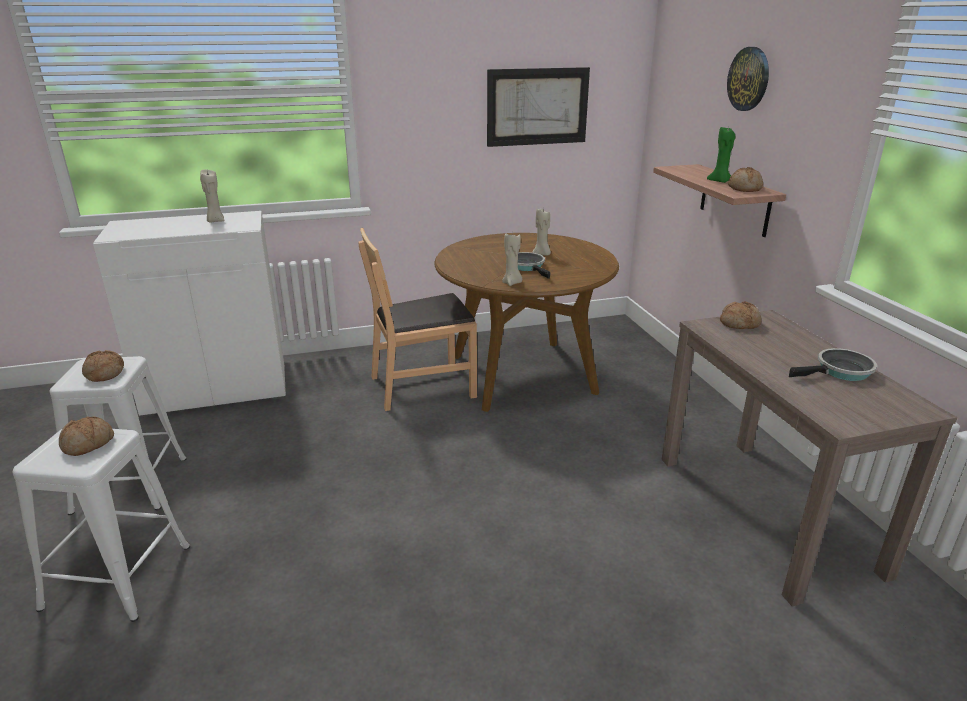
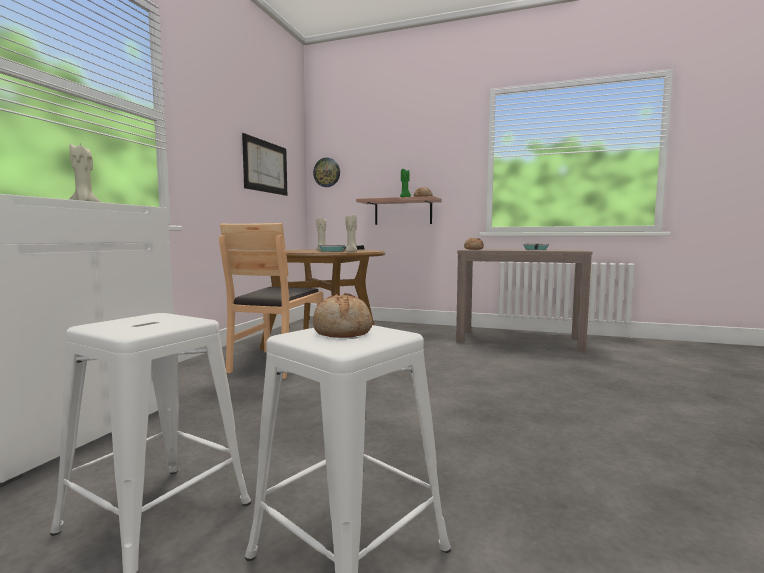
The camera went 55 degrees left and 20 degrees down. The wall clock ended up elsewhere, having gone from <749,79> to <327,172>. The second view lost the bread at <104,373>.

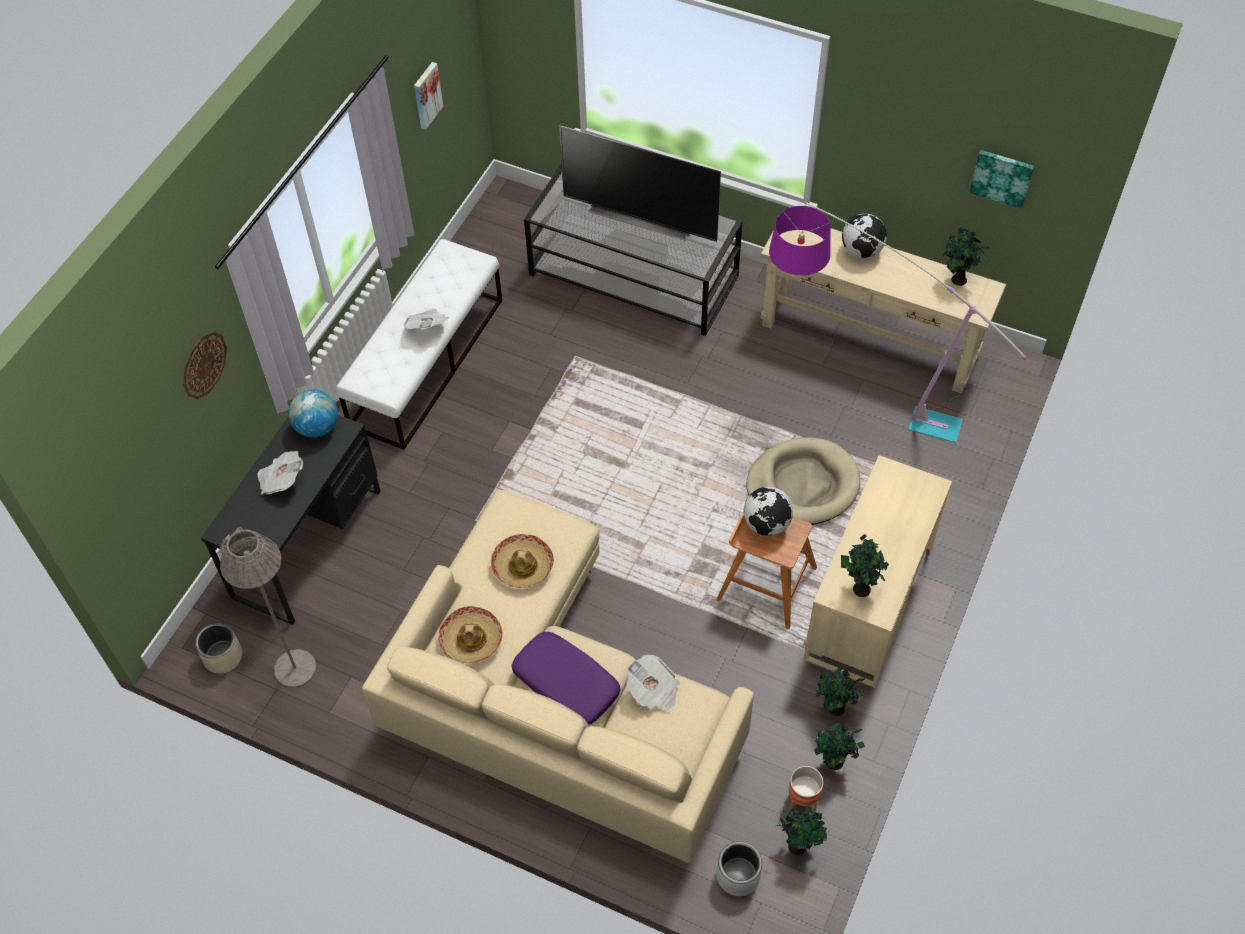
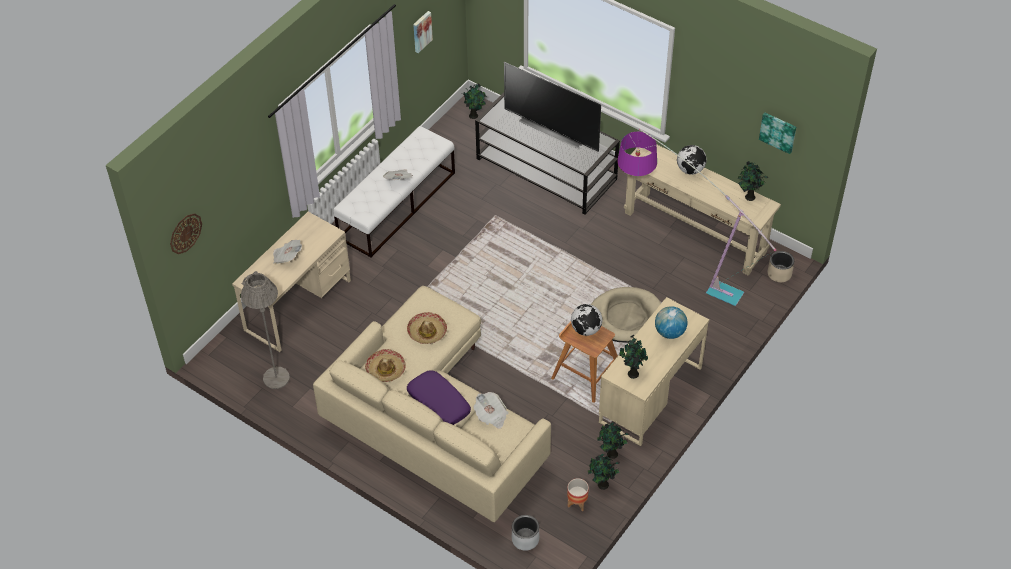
The camera went 10 degrees right and 5 degrees down. The wall clock ended up elsewhere, having gone from <203,365> to <185,233>. What was the blackish desk at <308,543> turned into the beige desk at <298,305>. The plant in a pot ended up elsewhere, having gone from <798,845> to <474,115>. The world globe ended up elsewhere, having gone from <317,427> to <669,332>. The beige plant pot ended up elsewhere, having gone from <223,656> to <779,274>.

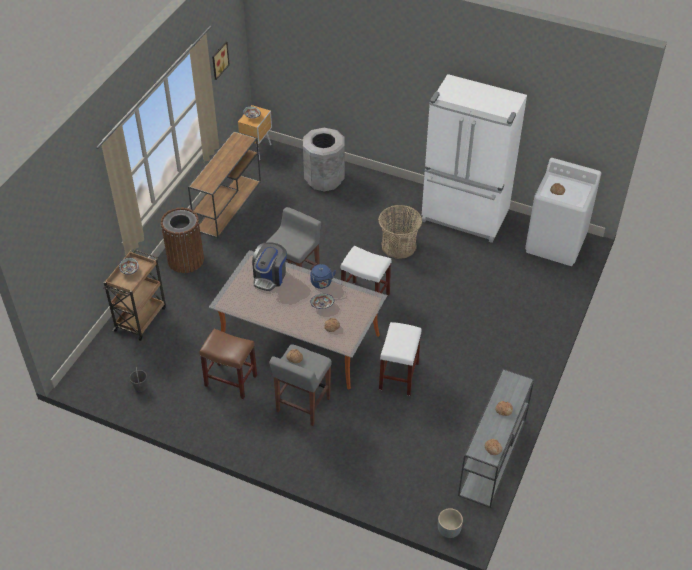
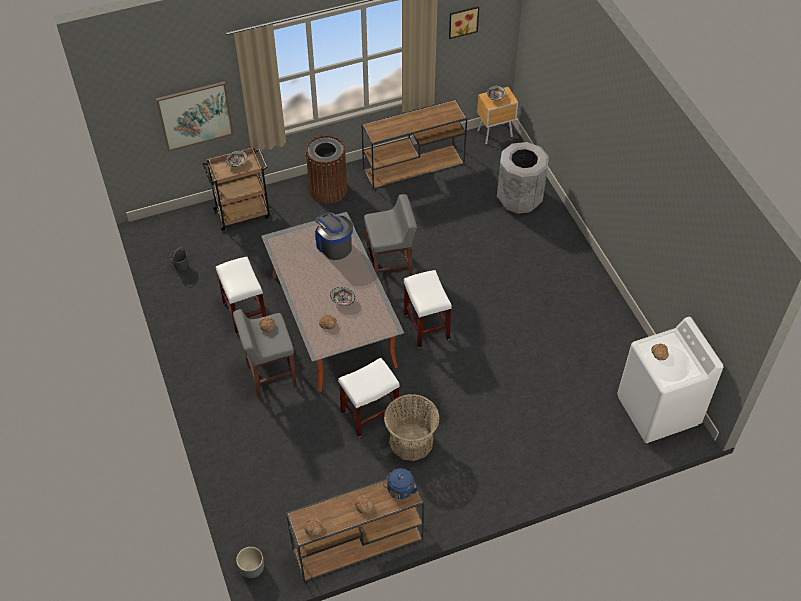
The camera went 45 degrees right and 5 degrees up. The second view gained the picture at <195,115>. What was the brown stool seat at <230,381> turned into the white stool seat at <244,312>. What was the greyish narrow table at <492,458> turned into the brown narrow table at <356,545>. The coffee machine at <270,277> ended up facing another way, 75 degrees clockwise from before. The blue-coloured tea kettle ended up elsewhere, having gone from <322,283> to <400,490>. The household basket ended up elsewhere, having gone from <399,246> to <411,441>. The second view lost the white fridge at <464,217>.

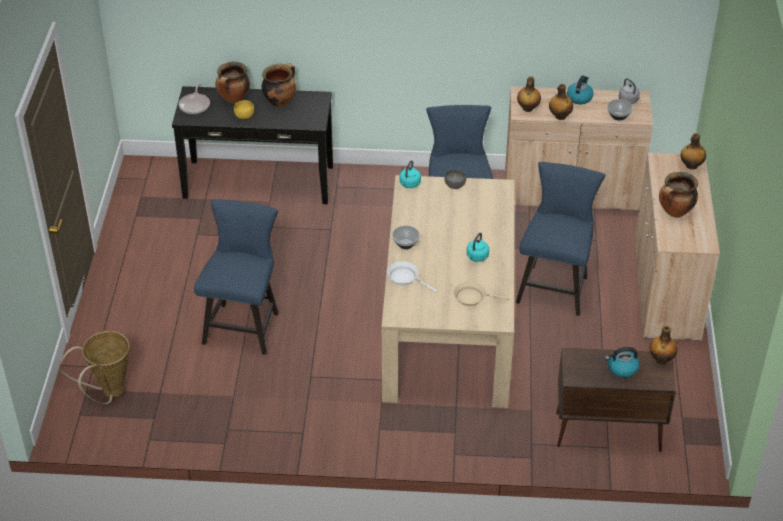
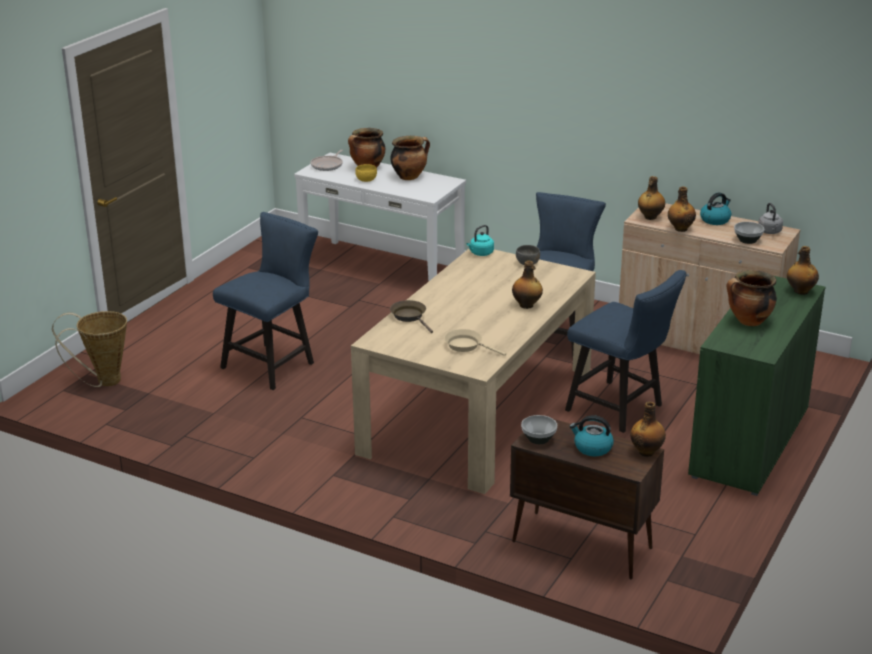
The camera went 25 degrees right and 15 degrees down. What was the blackish narrow table at <258,181> turned into the white narrow table at <382,268>. What was the white frying pan at <405,278> turned into the brown frying pan at <410,317>. The second view gained the beverage bottle at <526,305>. The deep dish ended up elsewhere, having gone from <406,244> to <539,439>. The blue-coloured chair at <554,286> ended up facing another way, 90 degrees clockwise from before. What was the beige cupboard at <666,289> turned into the green cupboard at <749,442>. The second view lost the blue-green tea kettle at <476,257>.

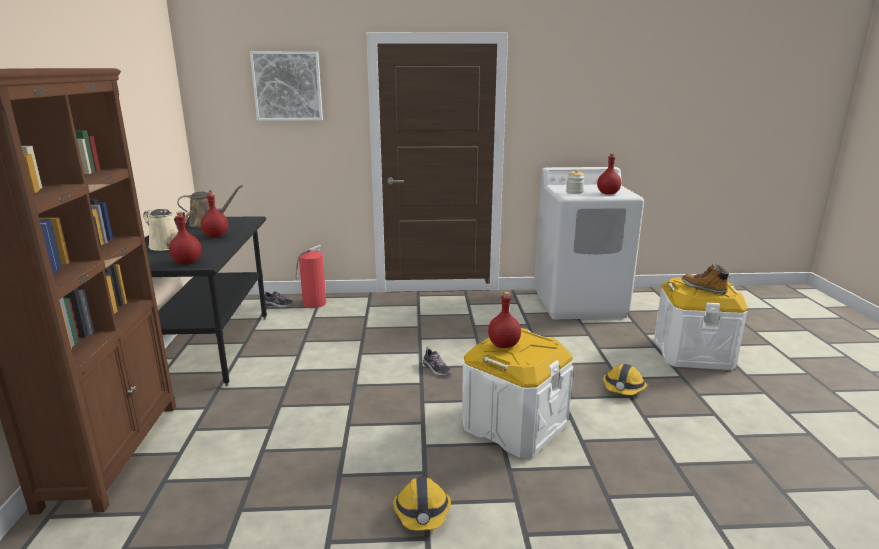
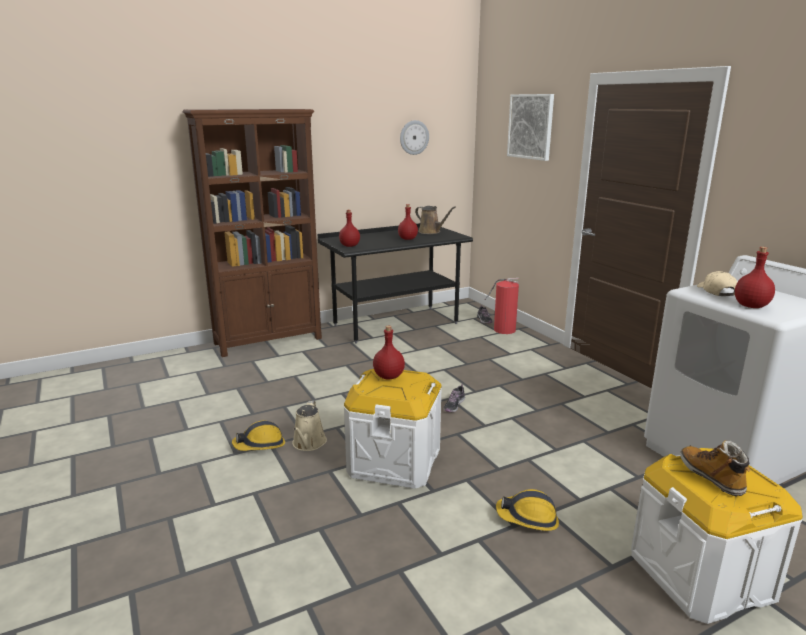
The camera went 65 degrees right and 0 degrees up. The beige watering can ended up elsewhere, having gone from <168,246> to <308,444>. The second view gained the wall clock at <414,137>. The high-top boot at <704,288> ended up facing another way, 45 degrees counterclockwise from before. Where the preserve jar stood at <574,192>, the beige peaked cap came to stand at <716,291>.

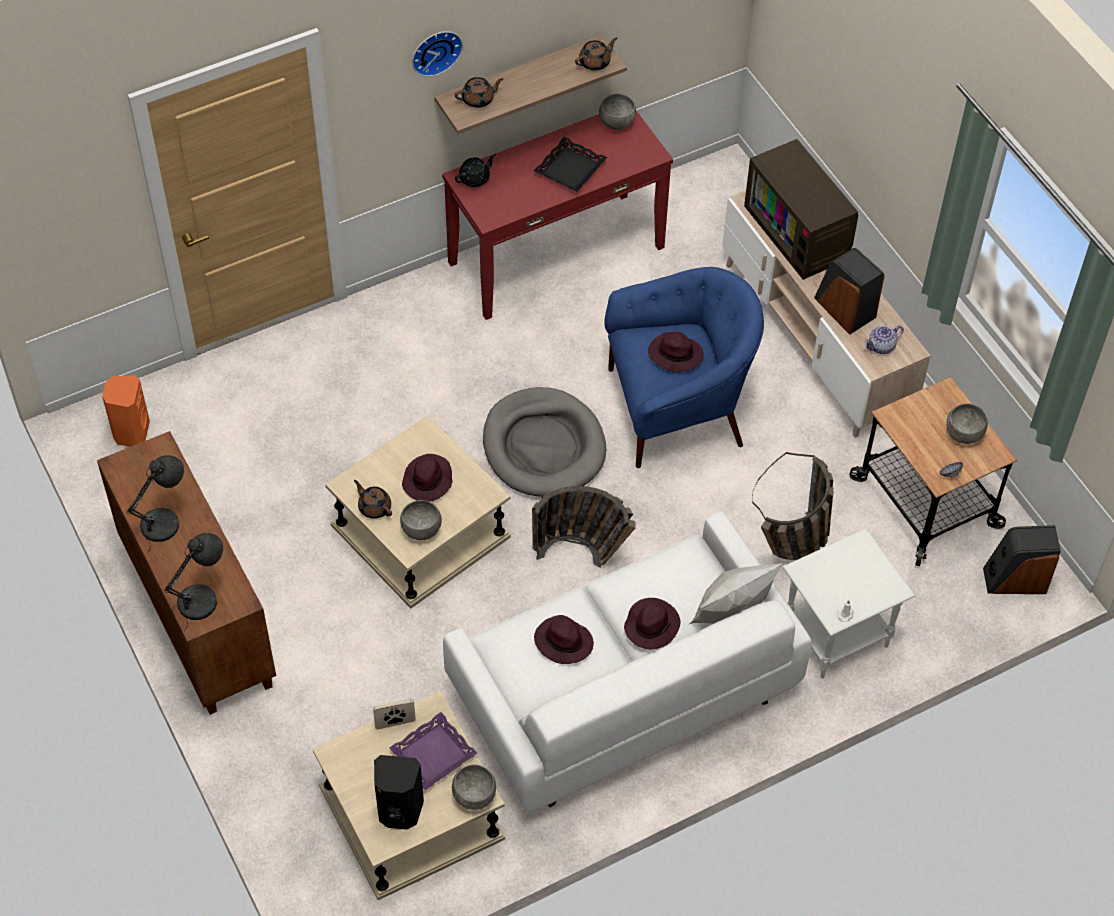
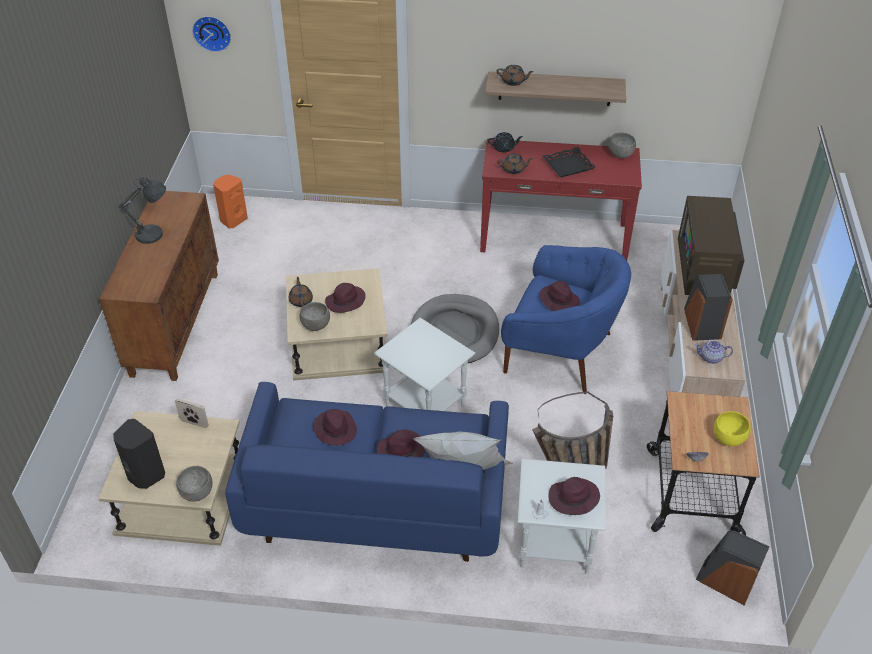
The camera went 35 degrees right and 10 degrees down. The wall clock ended up elsewhere, having gone from <435,51> to <212,32>. What was the white sofa at <622,693> turned into the blue-coloured sofa at <375,499>. Where the household basket stood at <584,556>, the white side table came to stand at <424,405>. The brown tea pot ended up elsewhere, having gone from <595,62> to <514,169>. The second view gained the purple hat at <573,498>. What was the greyish deep dish at <963,434> turned into the yellow deep dish at <728,438>. The second view lost the greyish tabletop lamp at <202,600>. The second view lost the purple serving tray at <433,754>.

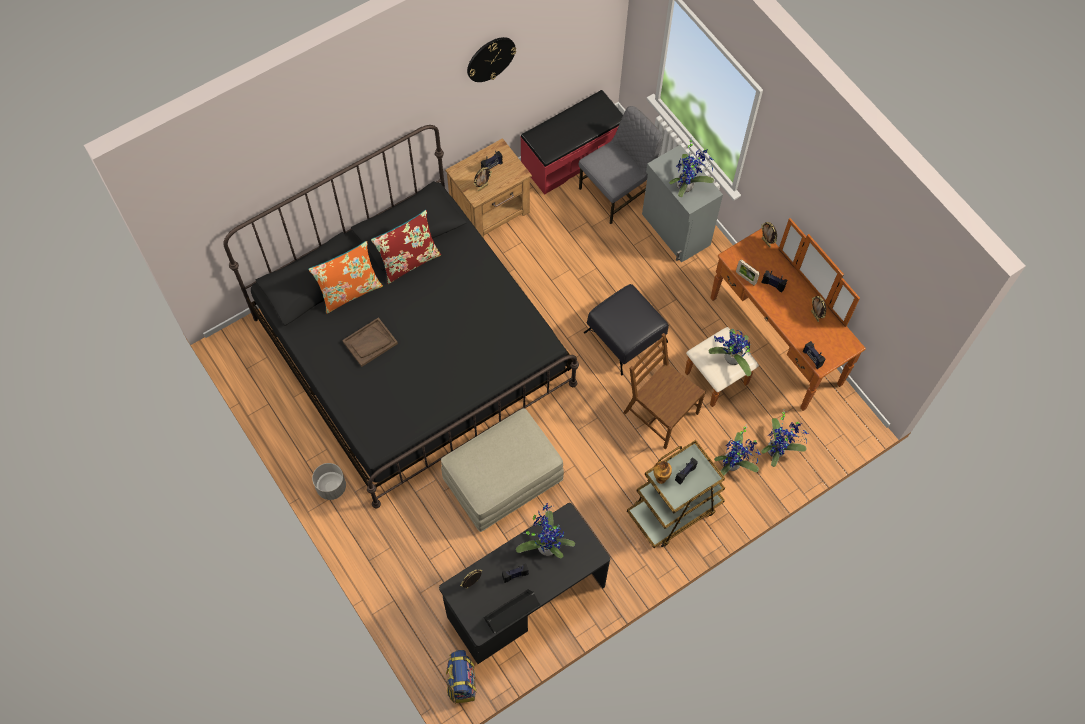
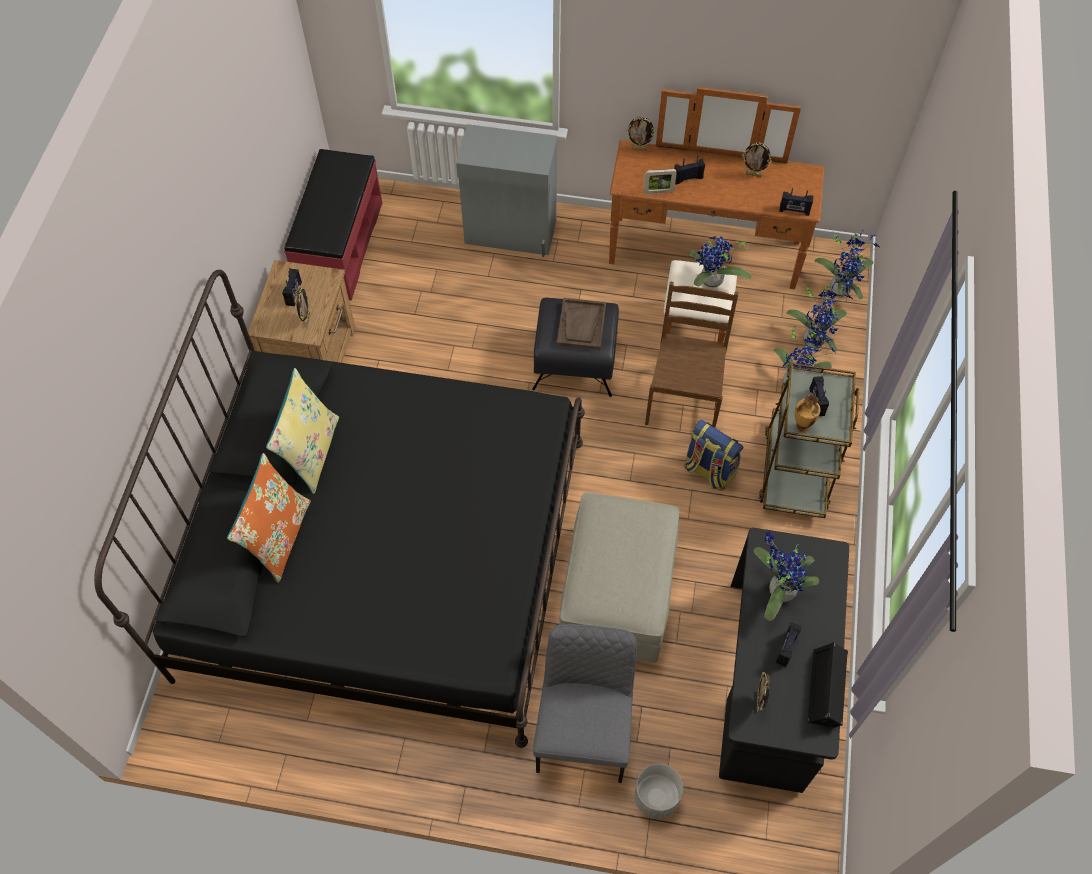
The camera went 45 degrees left and 5 degrees down. What was the red-coloured pillow at <409,261> turned into the yellow pillow at <311,452>. The greyish chair ended up elsewhere, having gone from <617,191> to <584,730>. The brown serving tray ended up elsewhere, having gone from <370,343> to <581,325>. The greyish plant pot ended up elsewhere, having gone from <331,487> to <656,798>. The brown chair at <659,413> ended up facing another way, 105 degrees clockwise from before. The backpack ended up elsewhere, having gone from <461,682> to <708,471>. The plant in a pot ended up elsewhere, having gone from <687,186> to <841,287>. The second view lost the wall clock at <490,59>.

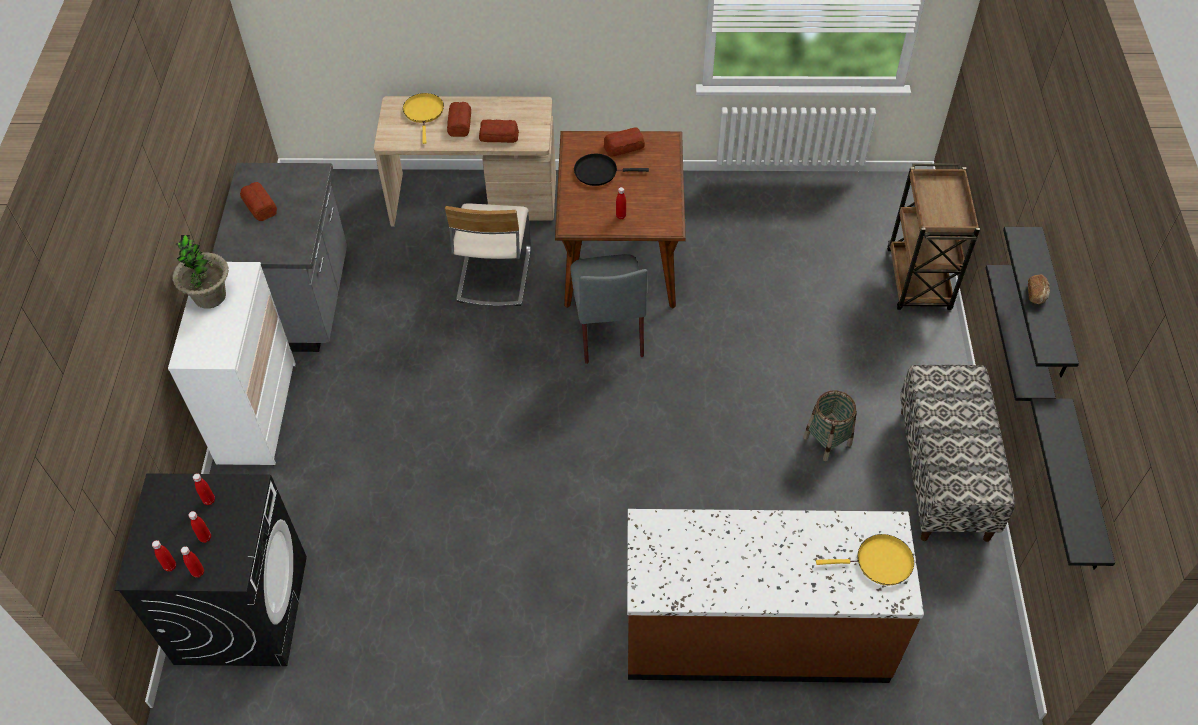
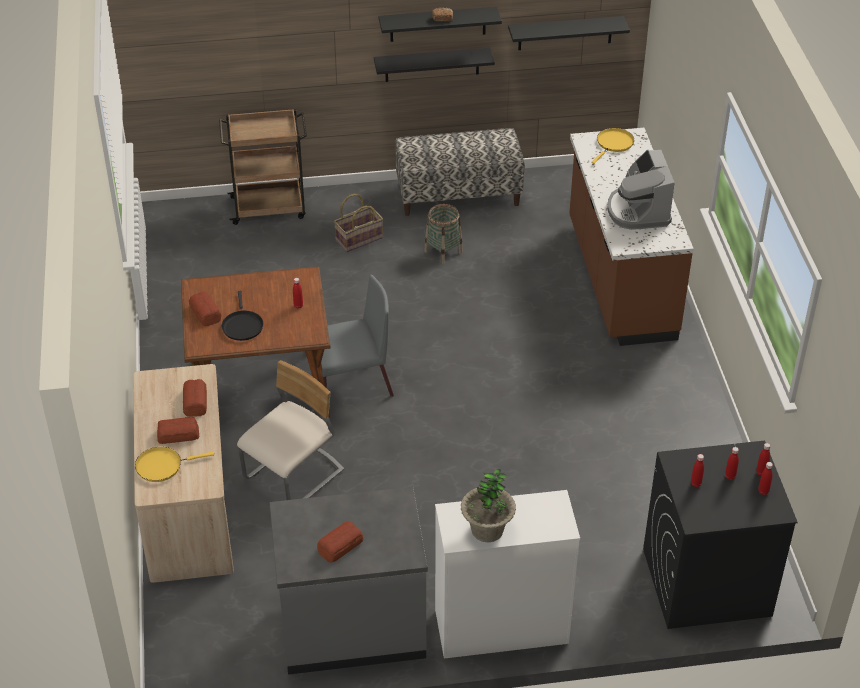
The camera went 100 degrees left and 10 degrees down. The beige chair at <493,275> ended up facing another way, 45 degrees counterclockwise from before. The second view gained the household basket at <359,238>. The yellow frying pan at <879,562> ended up facing another way, 45 degrees clockwise from before. The second view gained the coffee machine at <638,211>.

